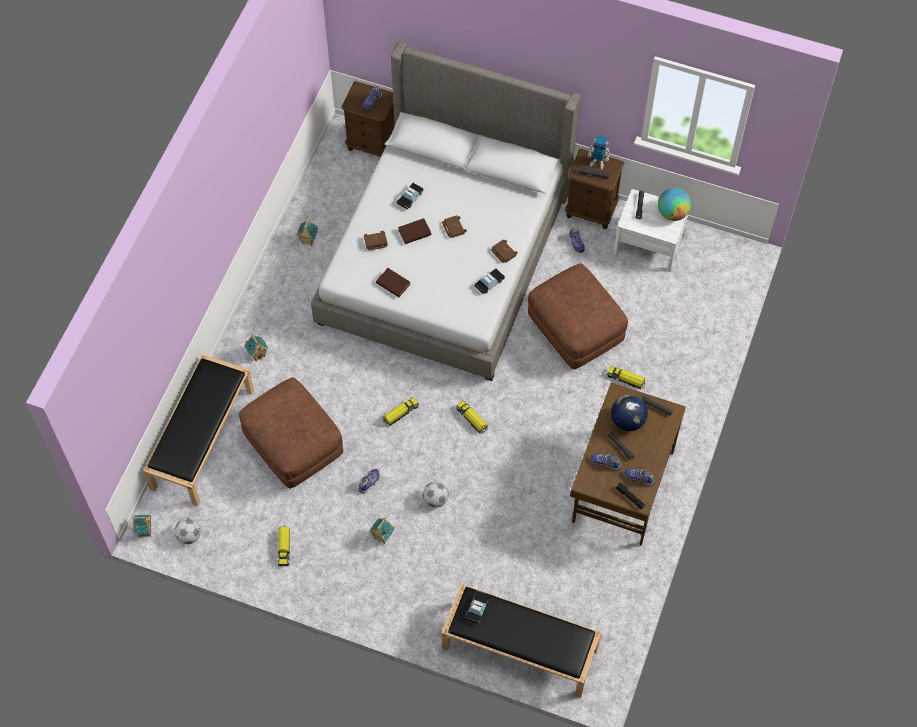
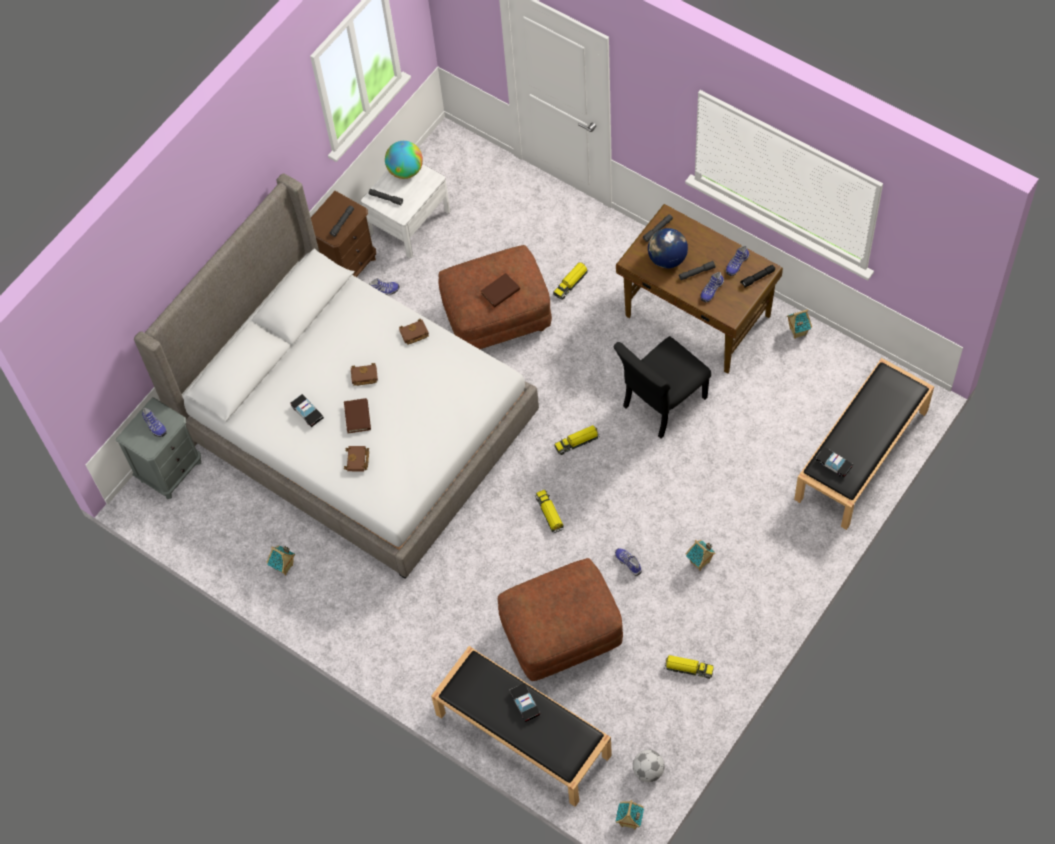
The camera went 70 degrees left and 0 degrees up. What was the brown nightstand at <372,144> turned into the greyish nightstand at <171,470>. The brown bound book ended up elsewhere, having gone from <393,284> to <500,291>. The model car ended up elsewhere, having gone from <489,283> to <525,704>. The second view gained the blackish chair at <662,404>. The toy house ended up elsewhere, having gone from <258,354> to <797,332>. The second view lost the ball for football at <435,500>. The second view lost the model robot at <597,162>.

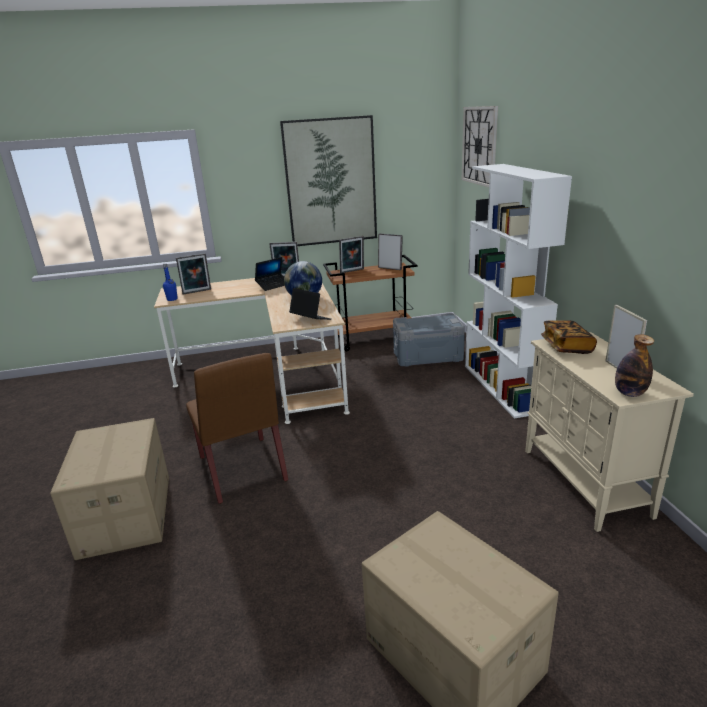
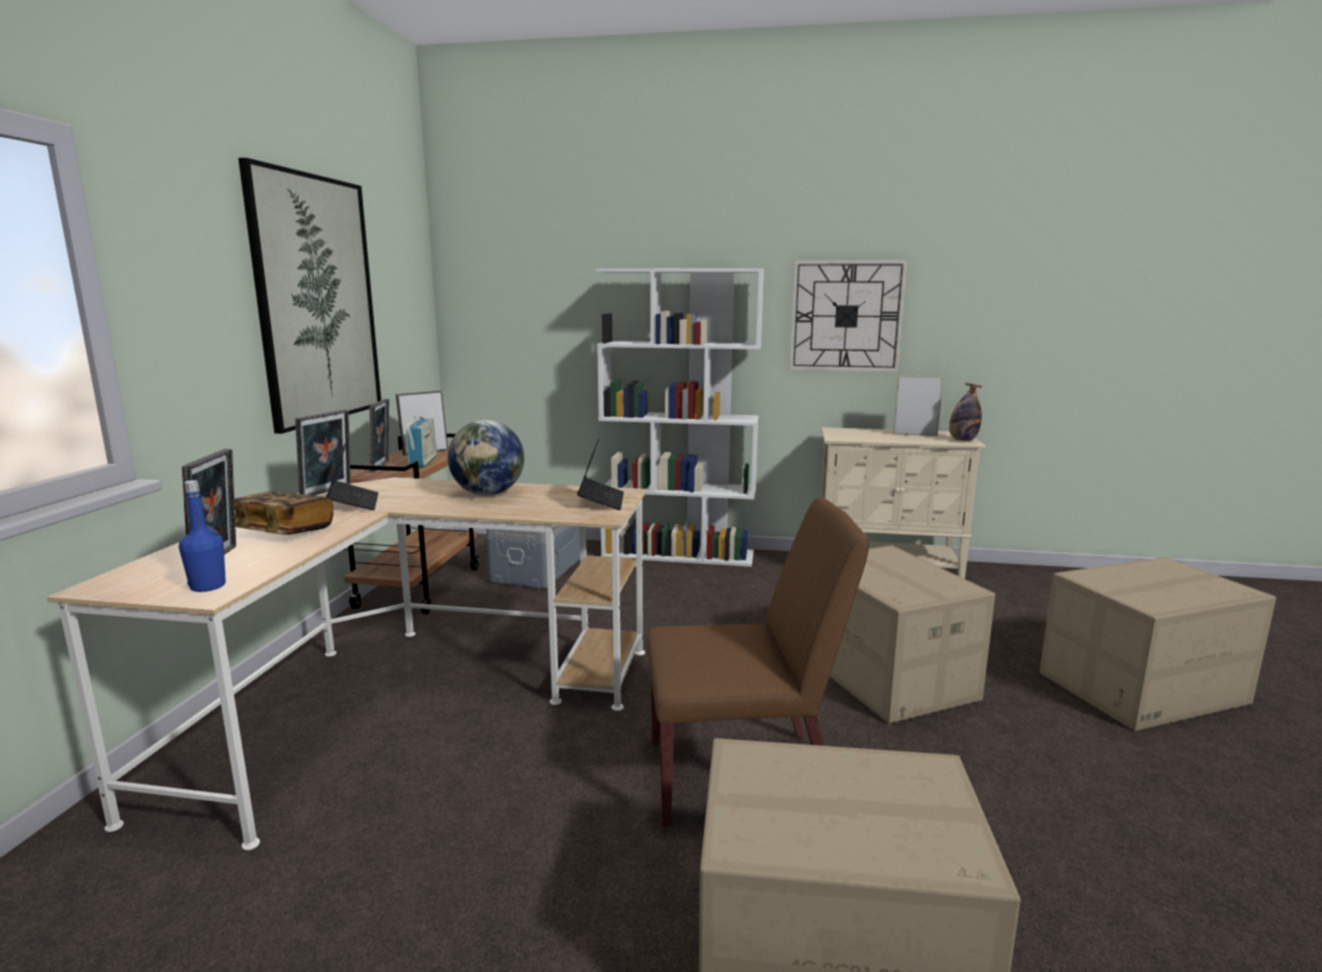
The camera went 70 degrees left and 10 degrees down. The bound book ended up elsewhere, having gone from <566,347> to <284,531>. The second view gained the radio receiver at <423,462>. The portable computer at <310,319> ended up facing another way, 120 degrees clockwise from before. The wall clock ended up elsewhere, having gone from <479,146> to <846,316>. The second view gained the cardboard box at <884,676>.

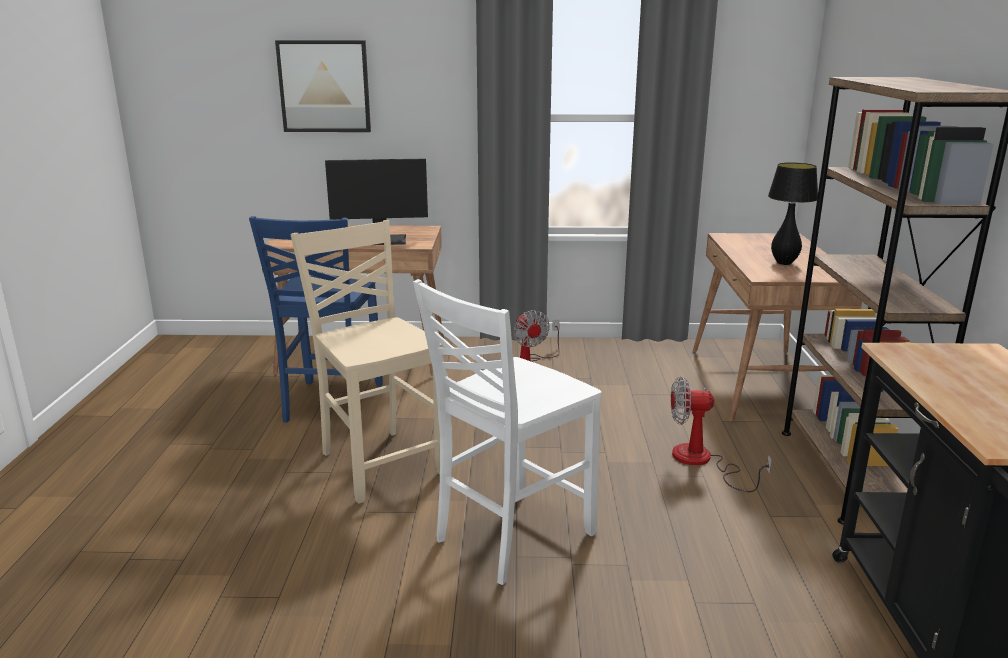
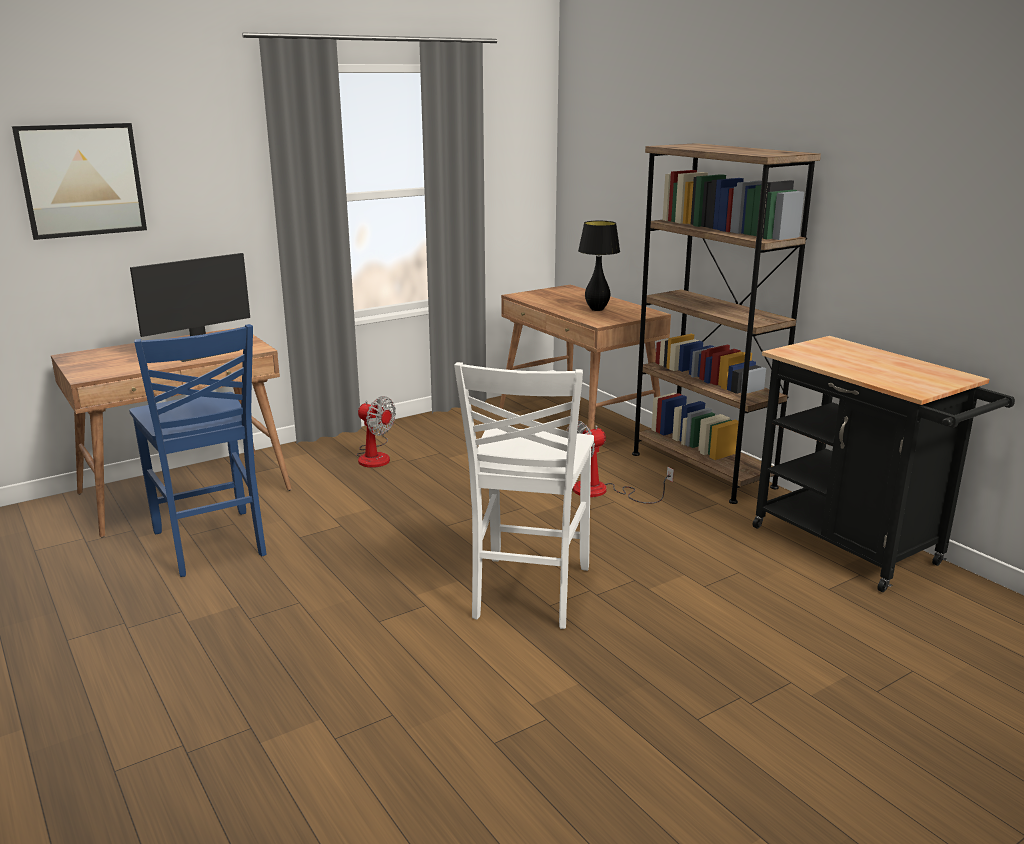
The camera went 35 degrees left and 0 degrees up. The second view lost the beige chair at <380,463>.

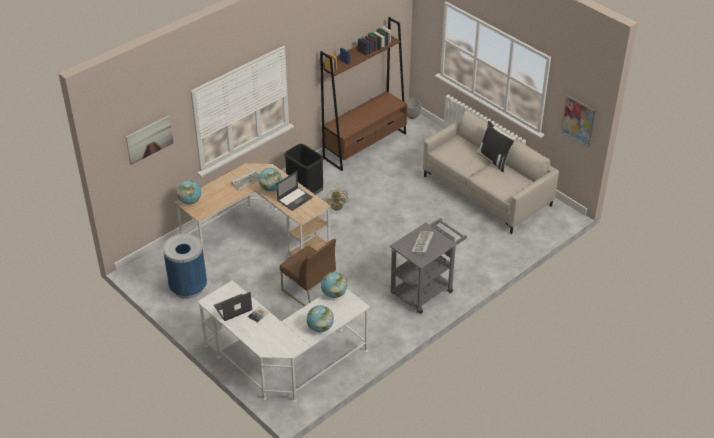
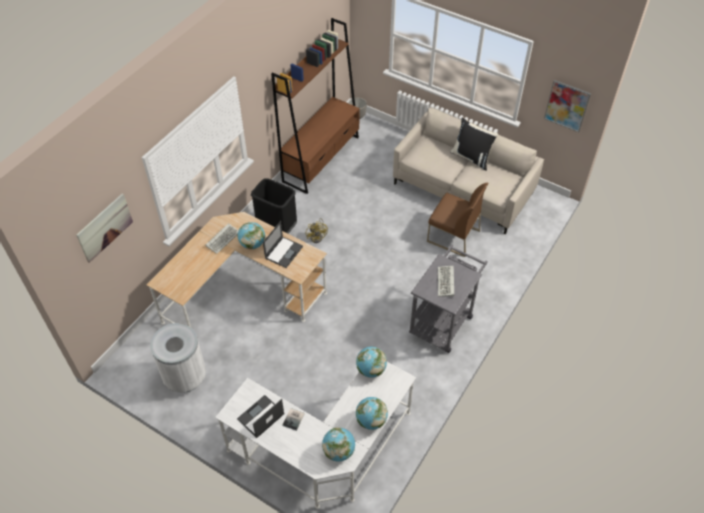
The camera went 15 degrees left and 10 degrees up. What was the blue-coloured rubbish bin at <188,288> turned into the white rubbish bin at <185,377>. The world globe ended up elsewhere, having gone from <190,201> to <338,451>. The brown chair ended up elsewhere, having gone from <309,290> to <453,236>.

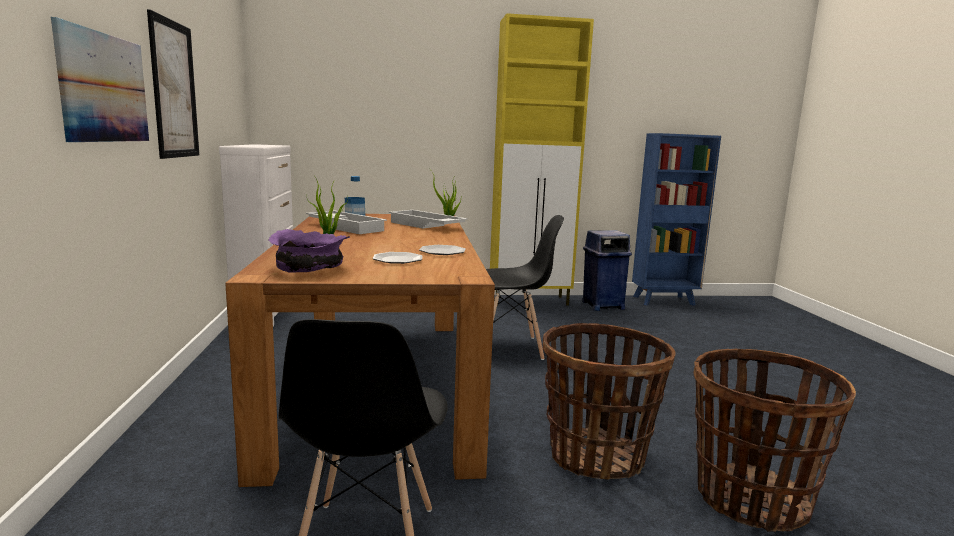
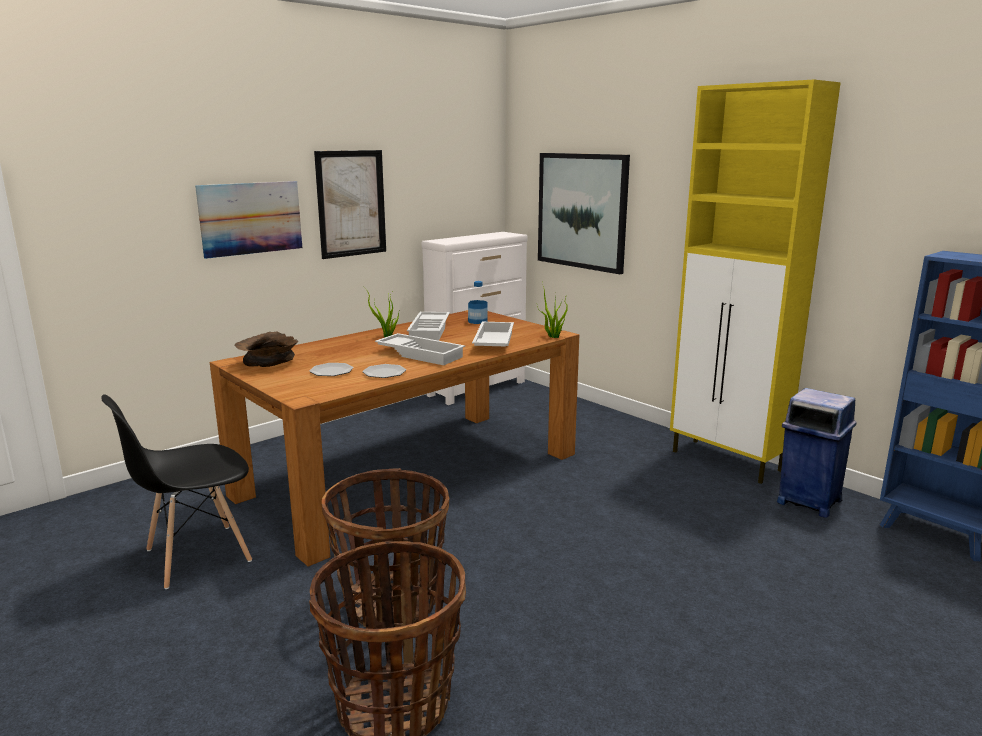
The camera went 55 degrees right and 5 degrees up. What was the purple deep dish at <310,269> turned into the brown deep dish at <268,364>. The second view gained the white serving tray at <421,354>. The second view gained the picture at <582,211>. The second view lost the blackish chair at <510,348>.

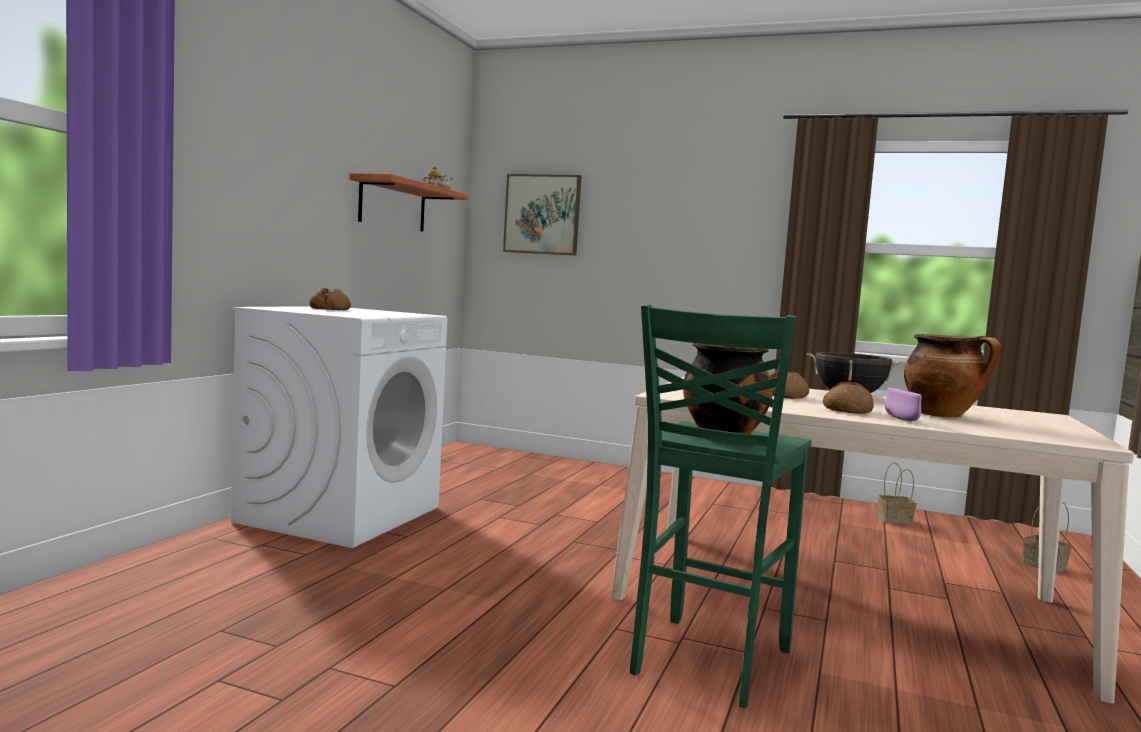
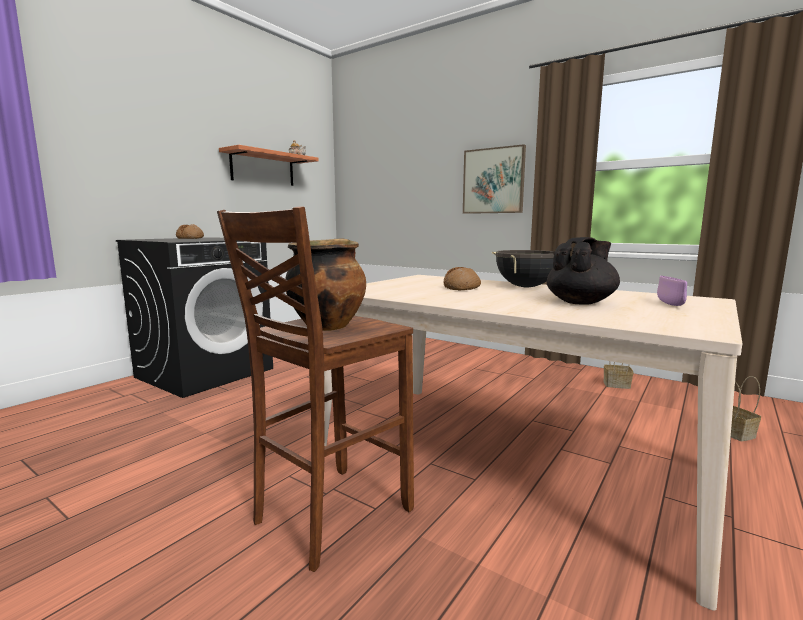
The camera went 15 degrees right and 5 degrees up. What was the white laundry appliance at <340,514> turned into the blackish laundry appliance at <206,373>. What was the green stool seat at <706,662> turned into the brown stool seat at <328,515>. The picture ended up elsewhere, having gone from <542,214> to <493,181>. Where the cooking pot stood at <943,415>, the blackish tea pot came to stand at <581,302>. The purple deep dish ended up elsewhere, having gone from <901,419> to <669,304>. The second view lost the bread at <847,410>.

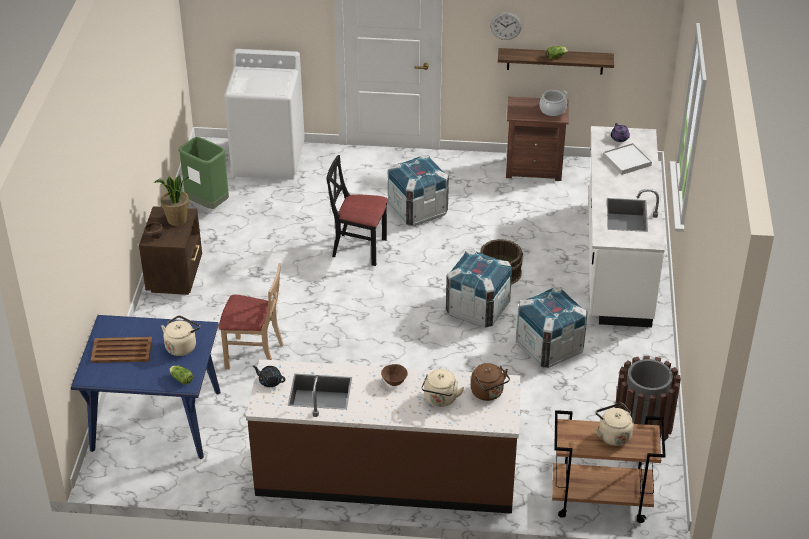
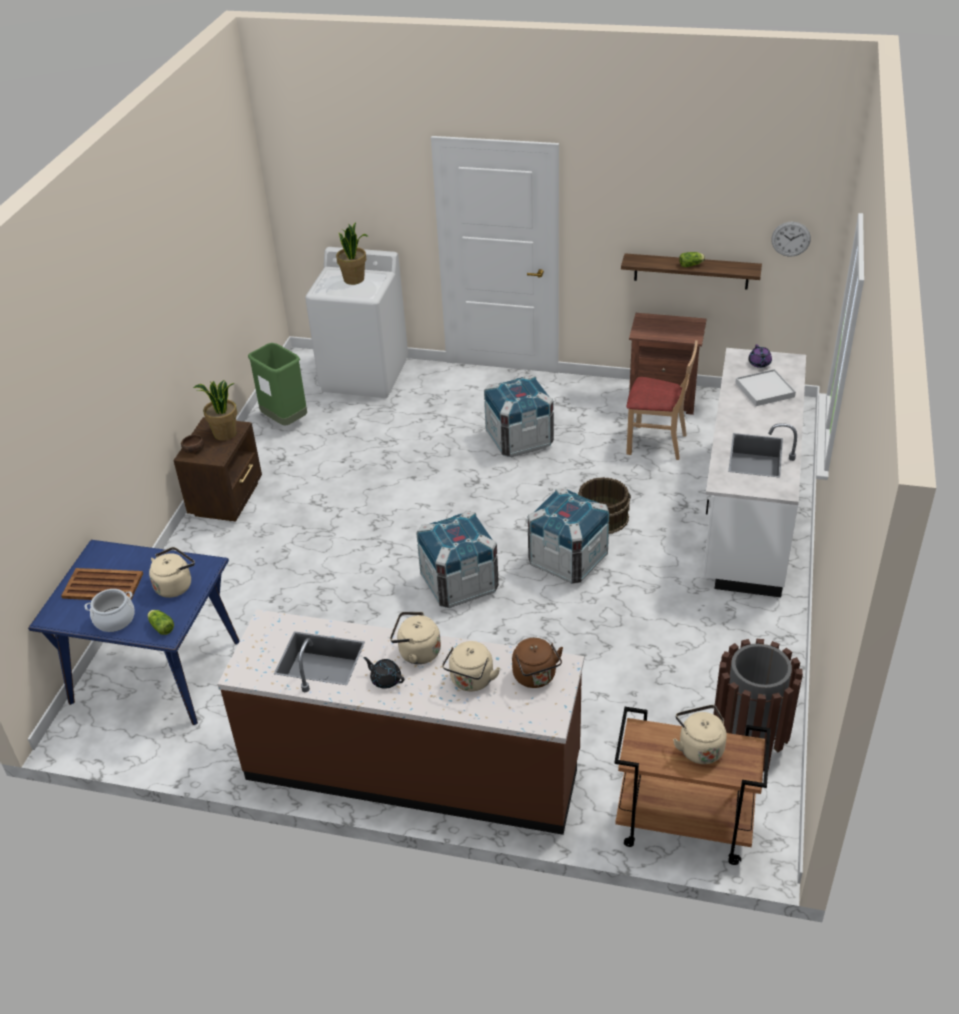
The camera went 10 degrees right and 0 degrees up. The cooking pot ended up elsewhere, having gone from <552,110> to <114,619>. The second view gained the plant in a pot at <354,279>. The blackish tea pot ended up elsewhere, having gone from <270,381> to <385,679>. Where the brown deep dish stood at <394,382>, the beige tea kettle came to stand at <416,652>. The shipping crate ended up elsewhere, having gone from <549,348> to <459,584>. The beige chair ended up elsewhere, having gone from <254,355> to <656,443>. The wall clock ended up elsewhere, having gone from <506,26> to <791,239>. The second view lost the blackish chair at <359,248>.

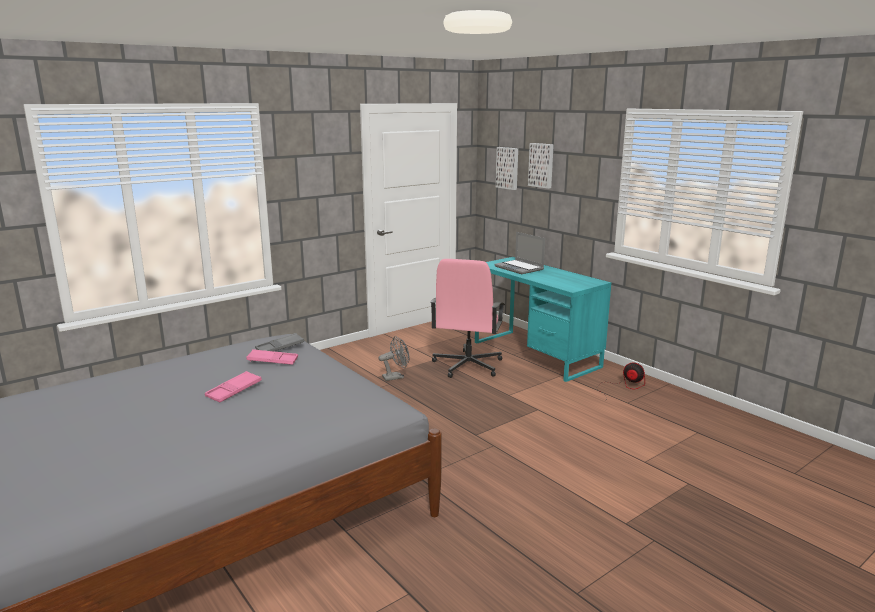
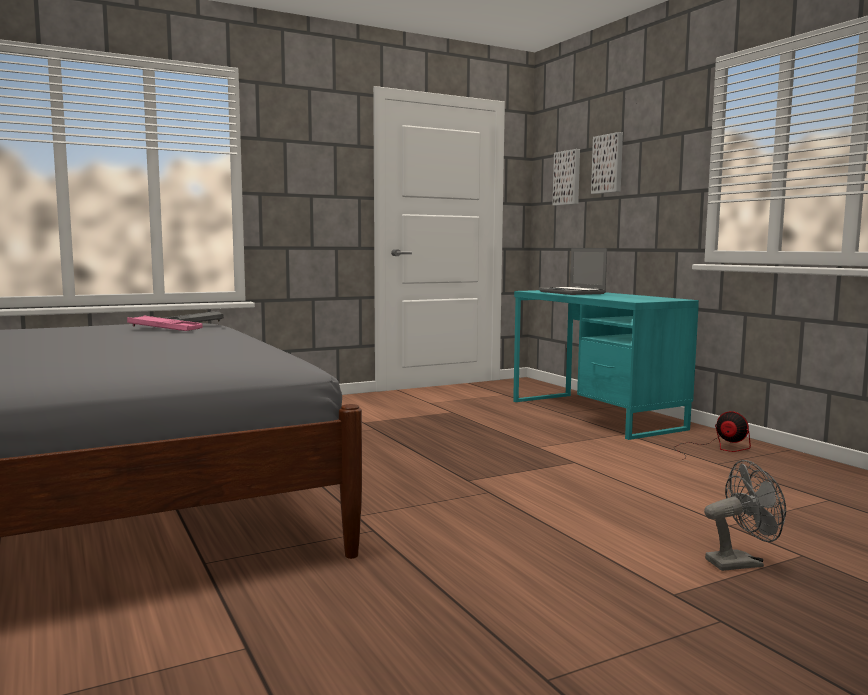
The camera went 10 degrees right and 10 degrees down. The greyish electric fan ended up elsewhere, having gone from <396,377> to <741,563>. The second view lost the pinkish serving tray at <234,390>. The second view lost the pinkish computer chair at <467,365>.

